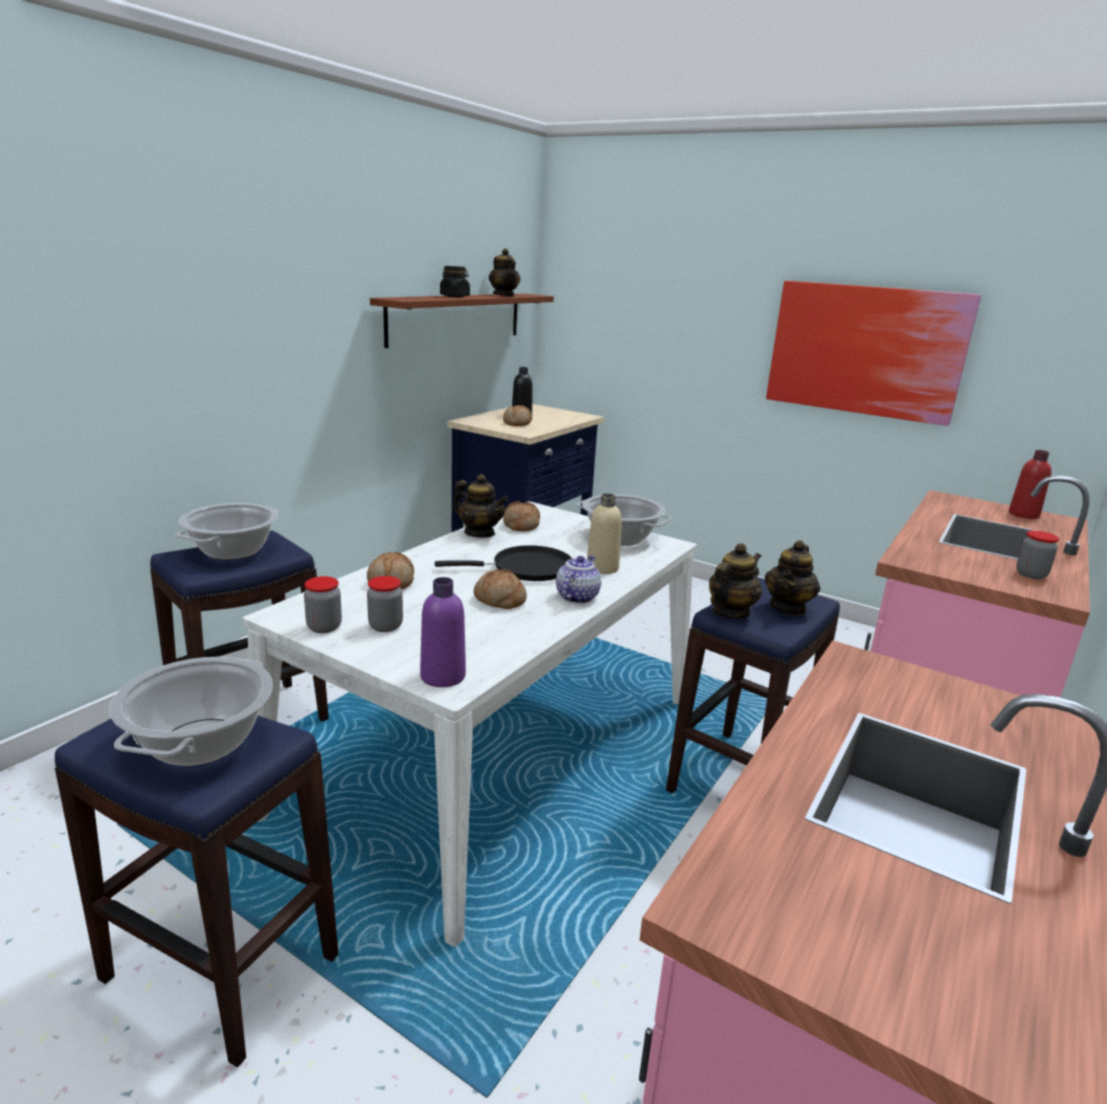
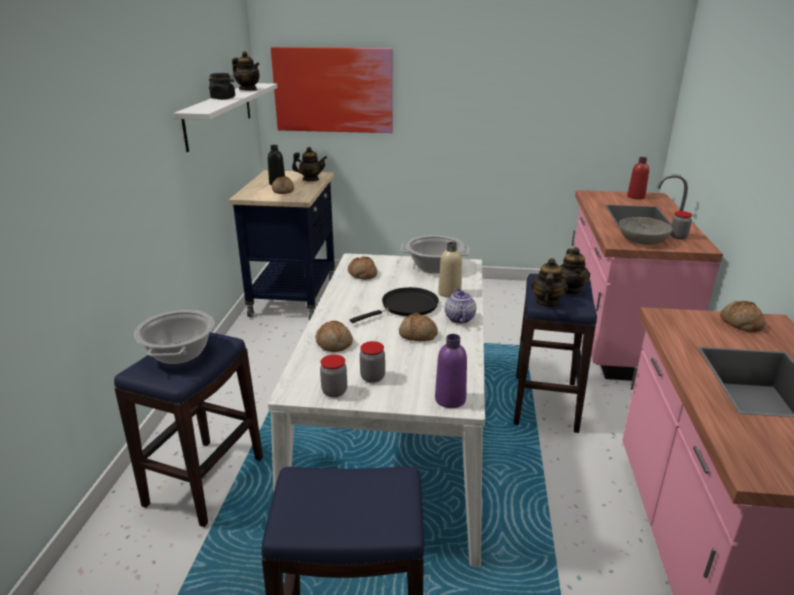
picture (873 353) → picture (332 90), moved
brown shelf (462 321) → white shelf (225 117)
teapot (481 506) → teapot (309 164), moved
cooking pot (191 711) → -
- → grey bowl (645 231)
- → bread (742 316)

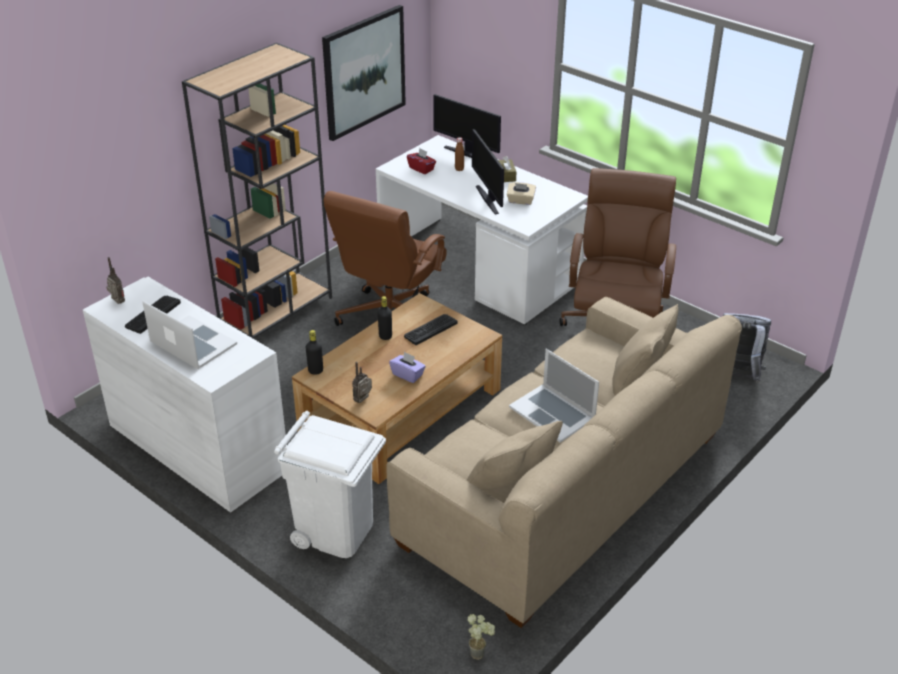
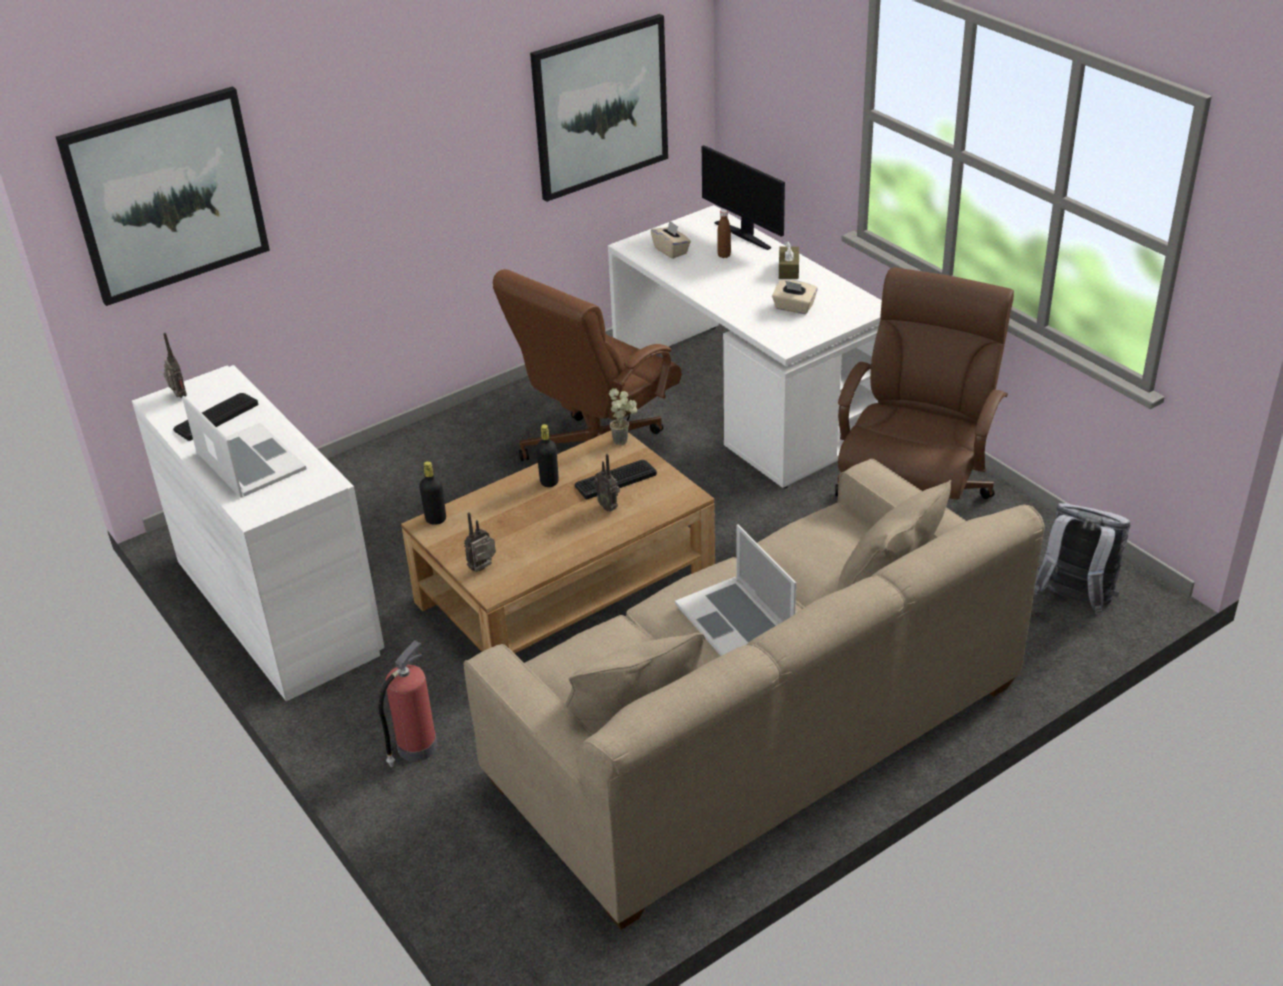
bookcase (257 191) → -
monitor (488 171) → -
red tissue box (421 161) → beige tissue box (671 240)
purple tissue box (407 367) → -
white trash can (330 484) → fire extinguisher (408 704)
potted plant (481 637) → potted plant (623 416), moved
- → picture (163 196)
- → radio (607 483)

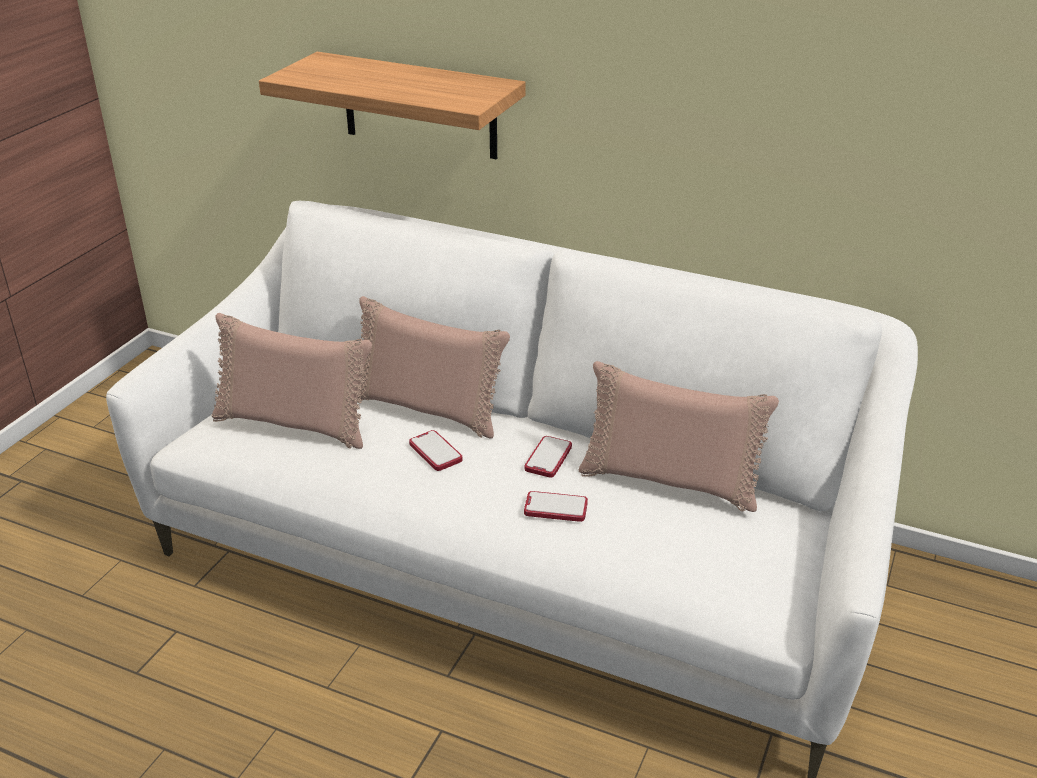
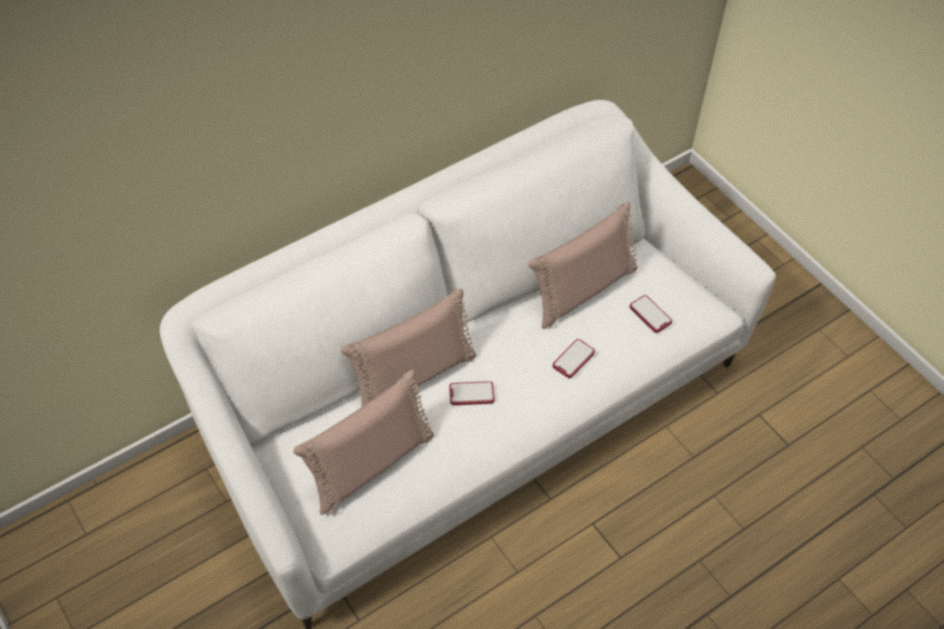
shelf (392 105) → -
phone (548 457) → phone (651 314), moved

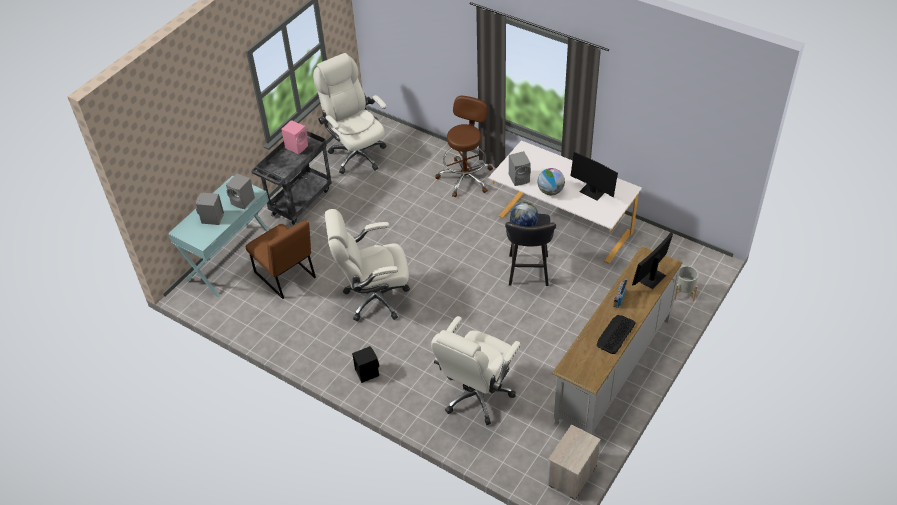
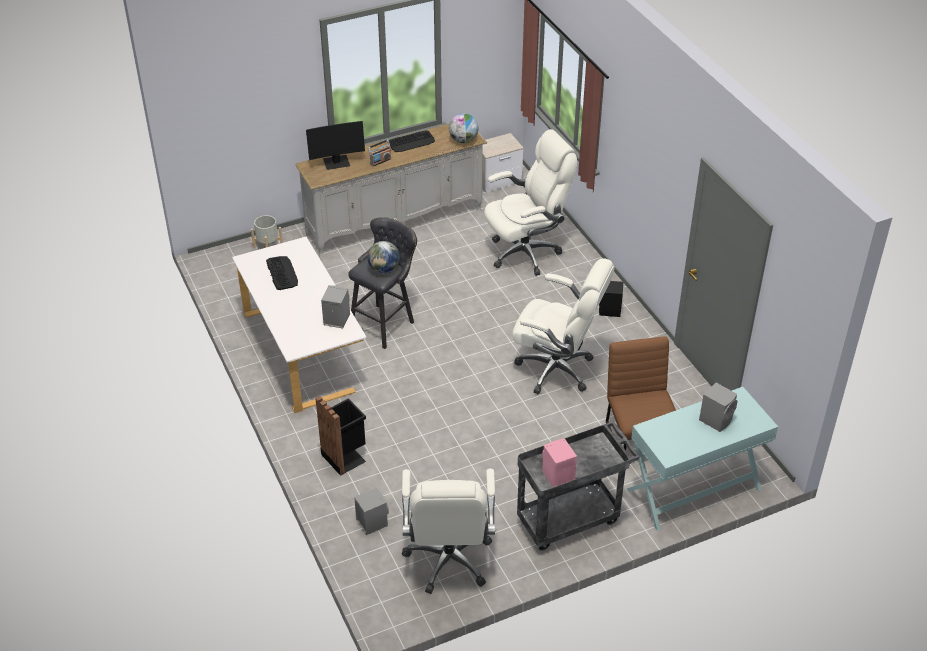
brown stool (464 146) → black trash can (340 436)
monitor (594 176) → keyboard (282 273)
globe (551 181) → globe (464 128), moved
grey speaker (240 191) → grey speaker (371 511), moved

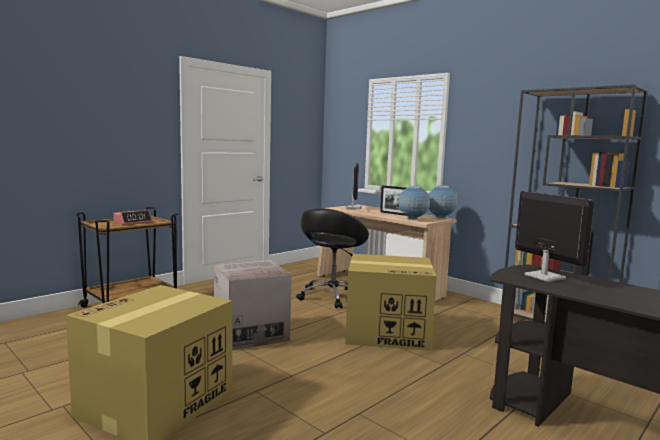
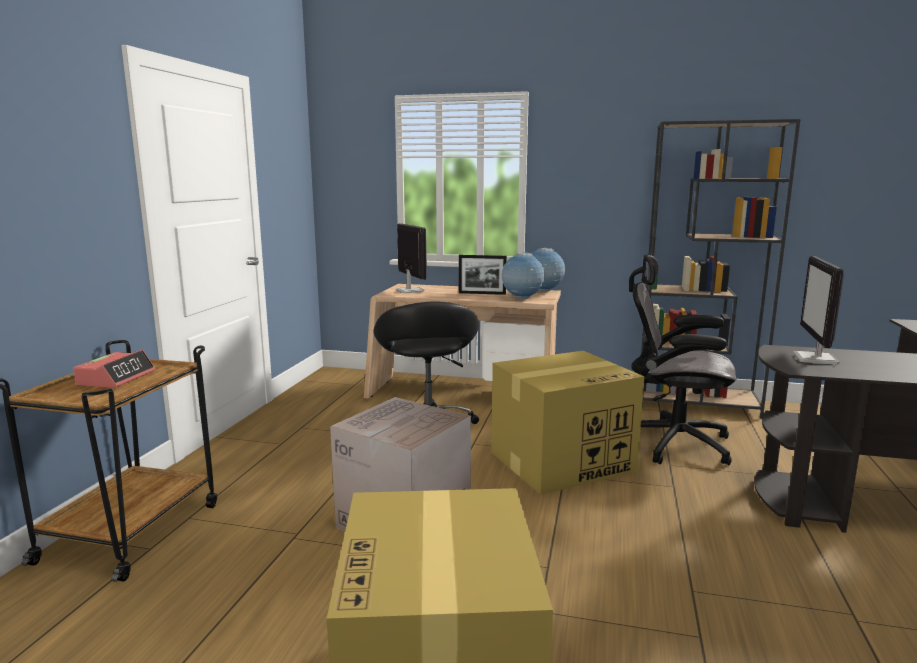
monitor (554 236) → monitor (818 310), 105 degrees counterclockwise
- → office chair (683 359)

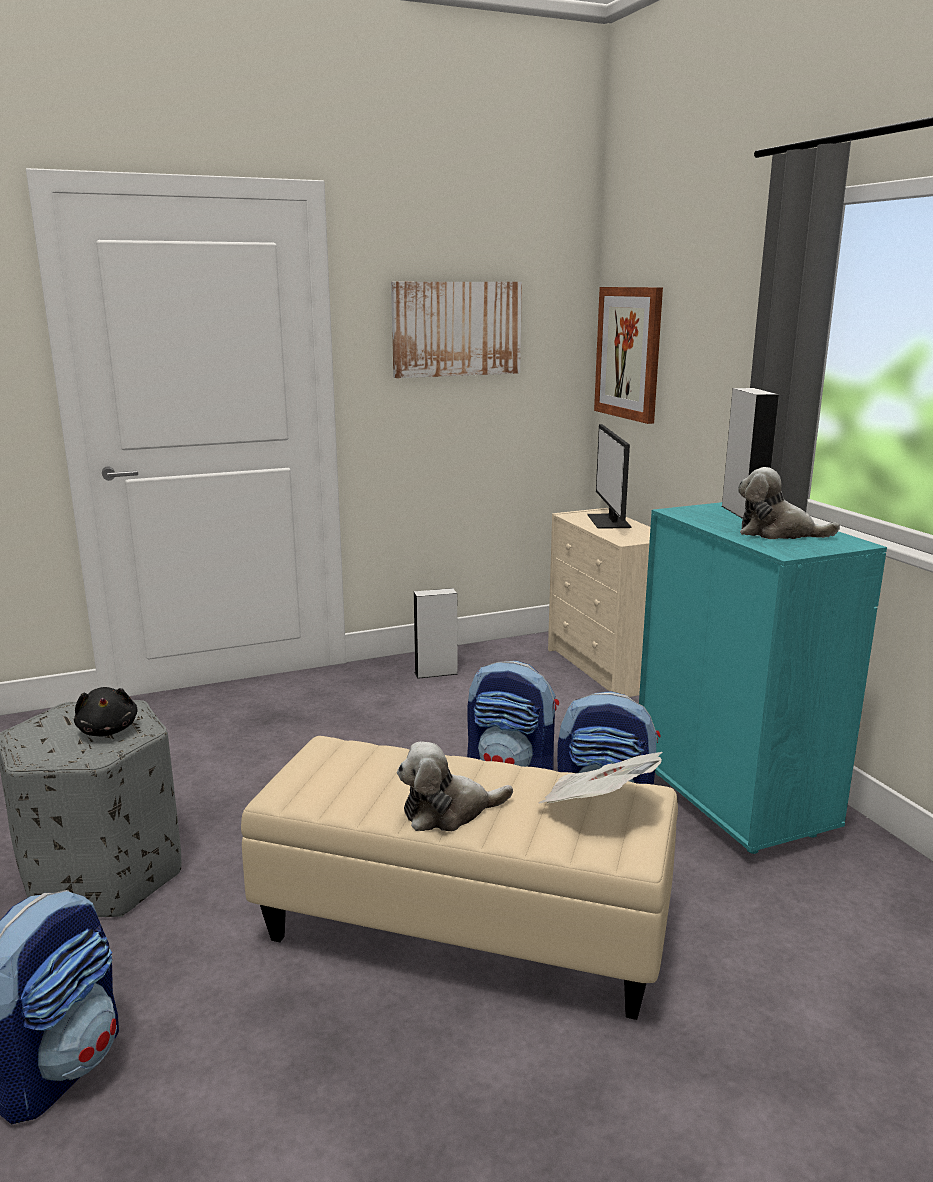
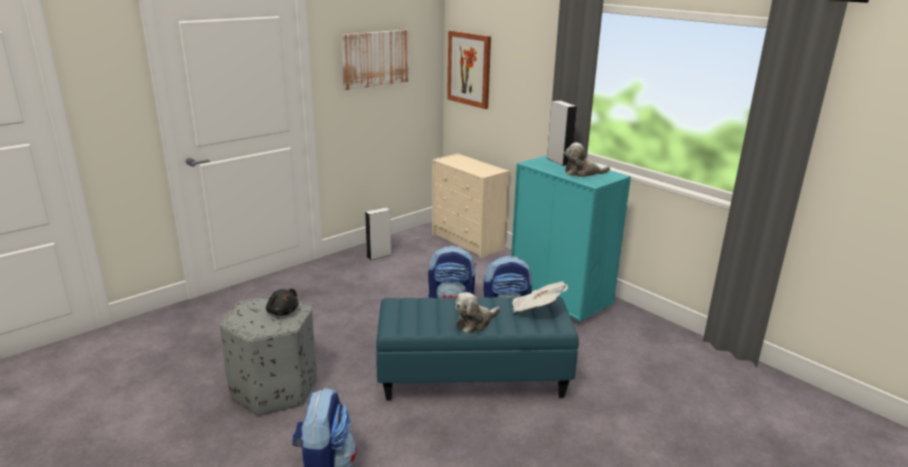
monitor (609 476) → -
beige ottoman (459 878) → blue ottoman (477 349)

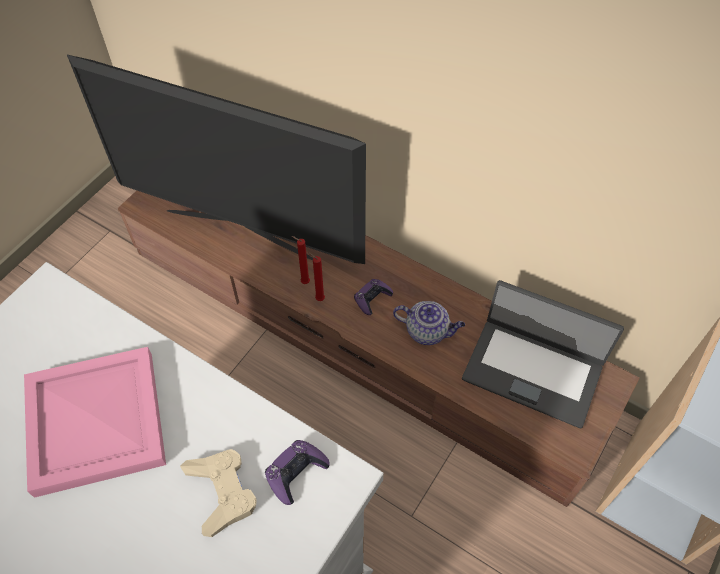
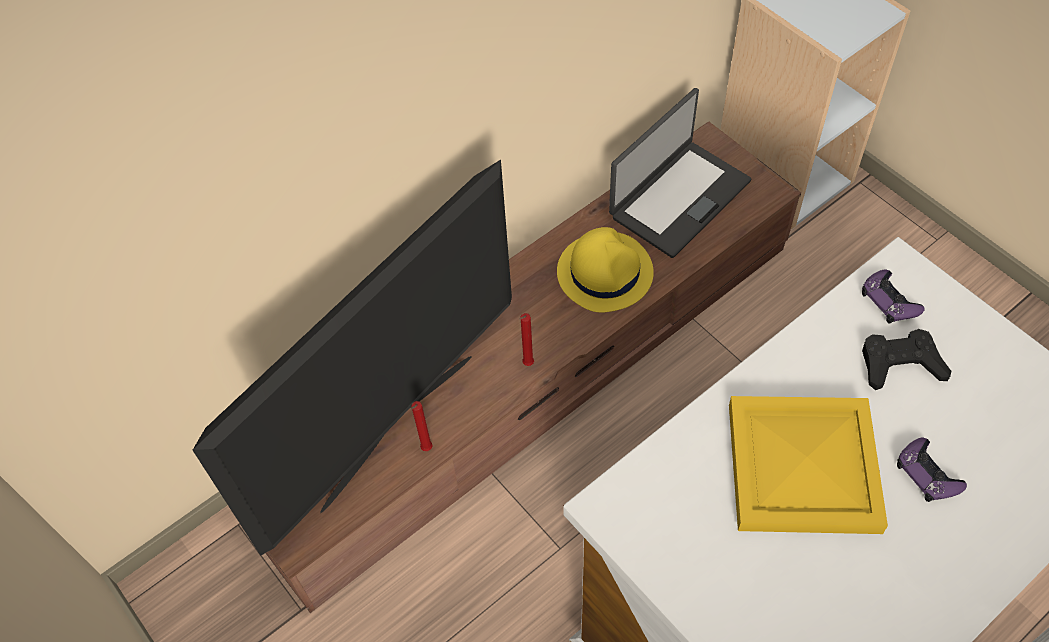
red candle (301 260) → red candle (422 426), moved
purple game controller (373 297) → purple game controller (932 469), moved
teapot (429 323) → yellow hat (605 270)
pink tray (95 422) → yellow tray (808 465)
beige game controller (218 493) → black game controller (906 359)

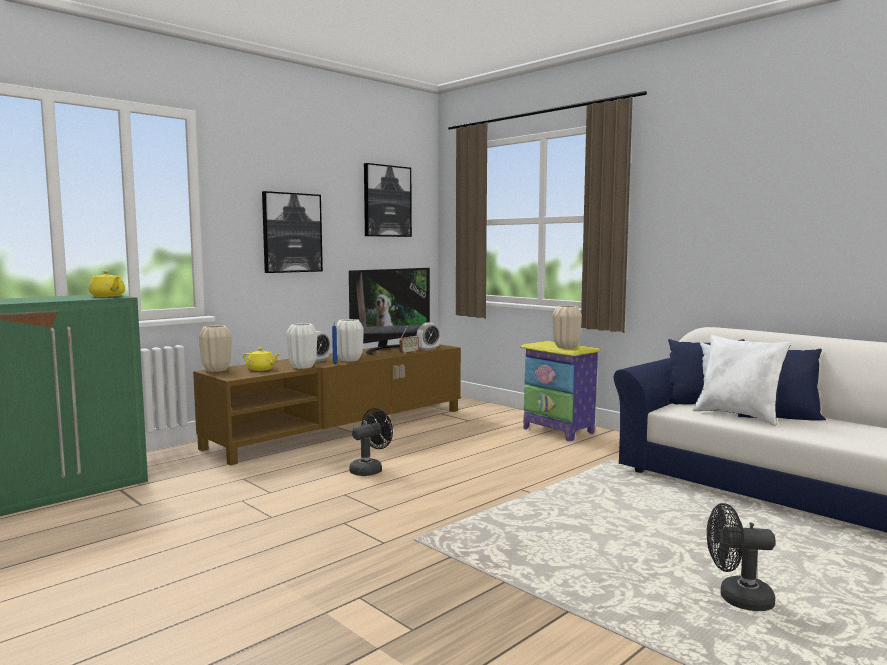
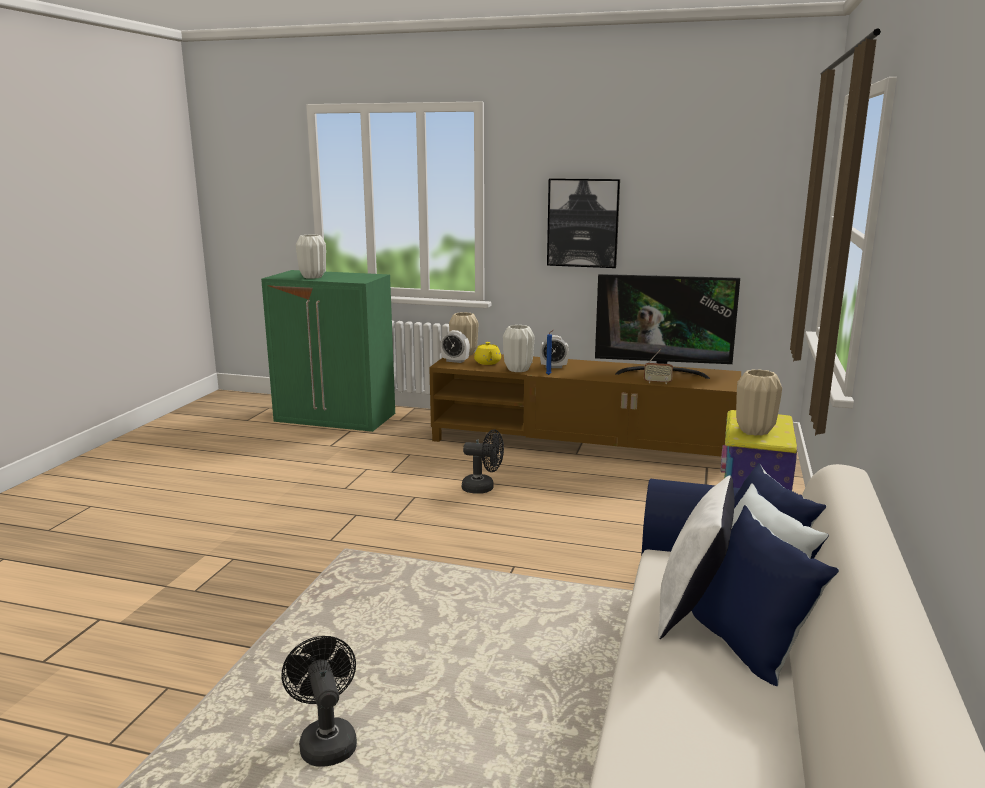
picture (388 200) → -
yellow teapot (107 284) → -
white vase (350 340) → white vase (311 256), moved
alarm clock (428 336) → alarm clock (455 346), moved

